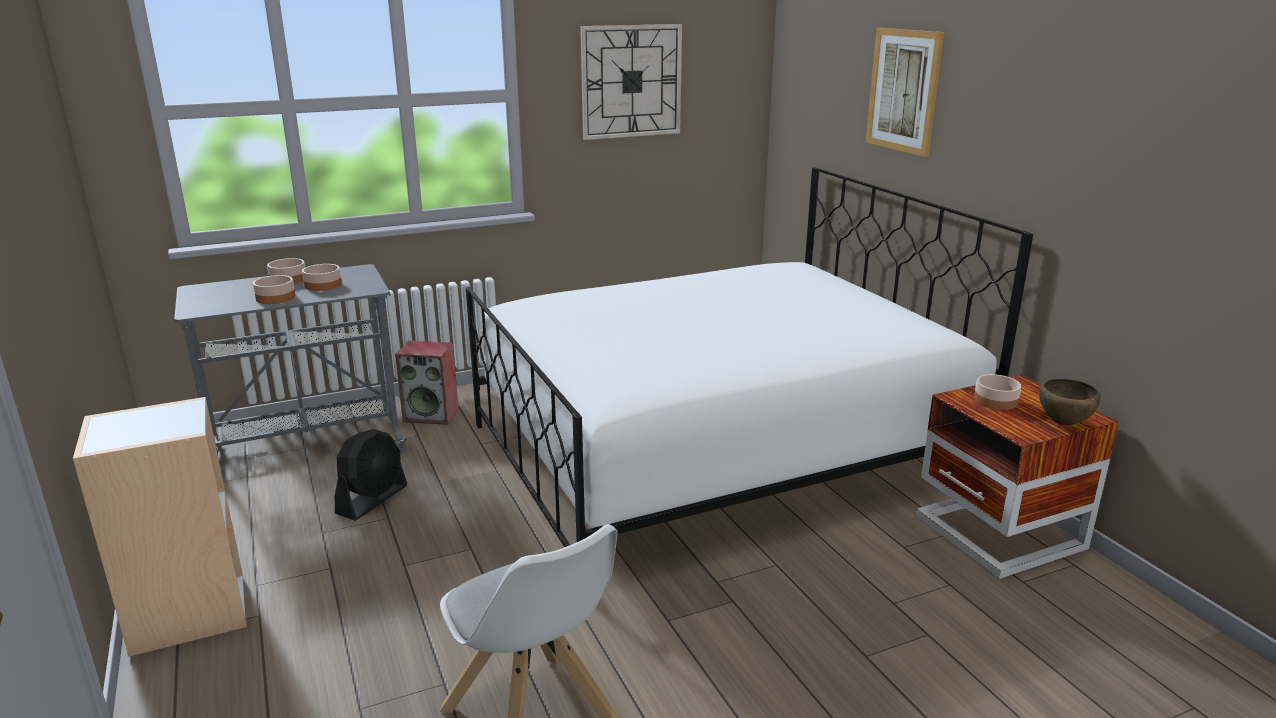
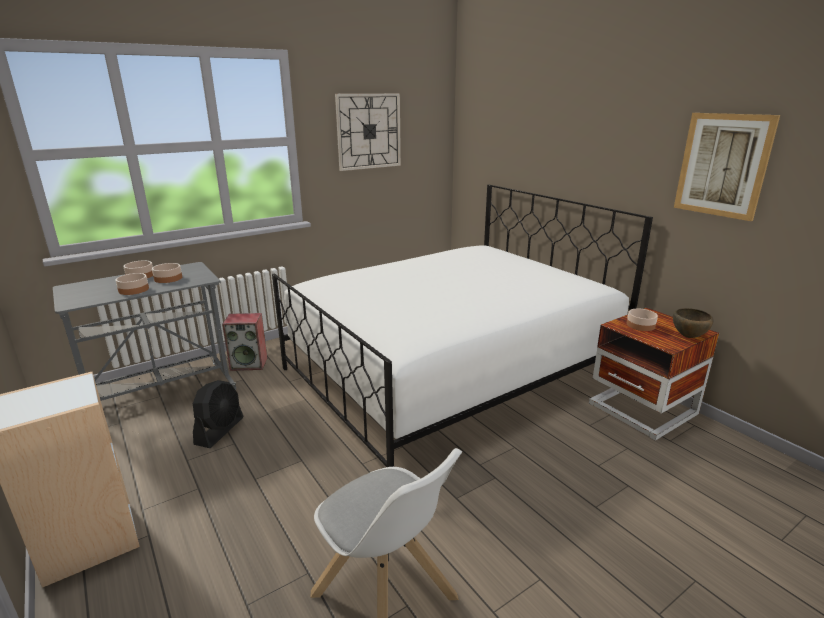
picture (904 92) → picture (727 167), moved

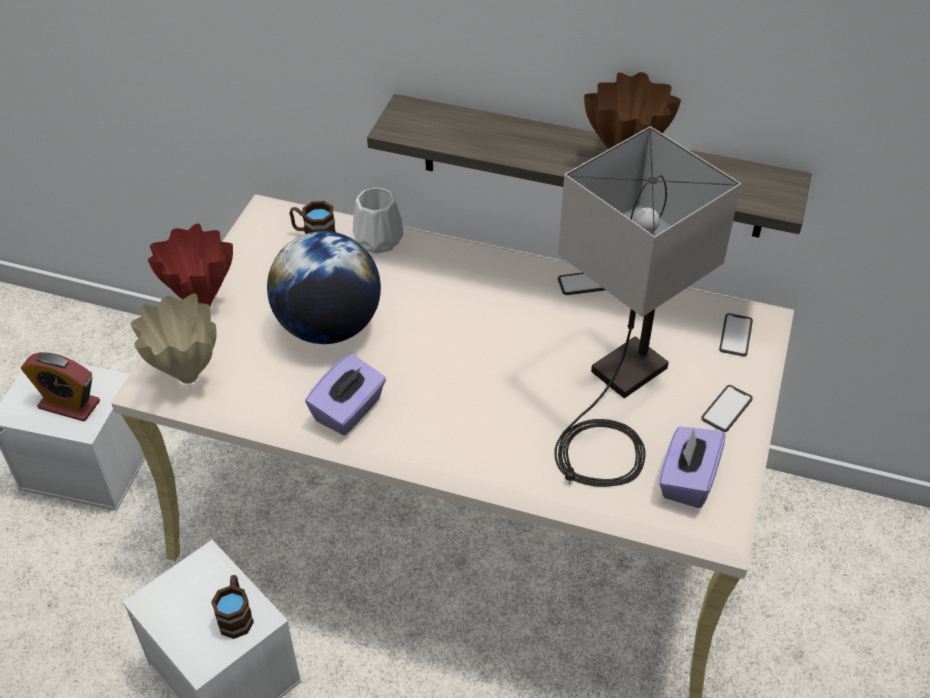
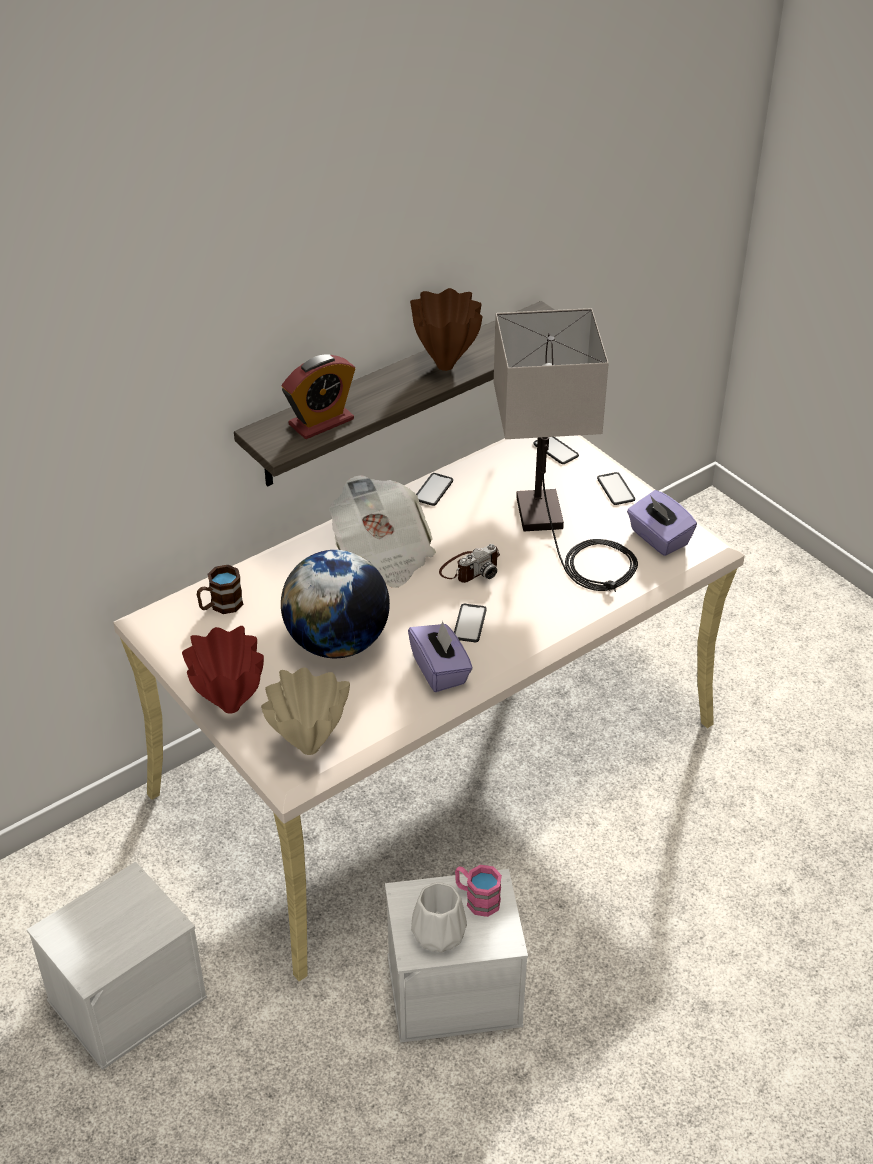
white vase (378 221) → white vase (439 917), moved
alarm clock (60 386) → alarm clock (318 397), moved
brown mug (232 607) → pink mug (478 891)
- → newspaper (382 531)
- → photo camera (469 563)
- → phone (470 623)

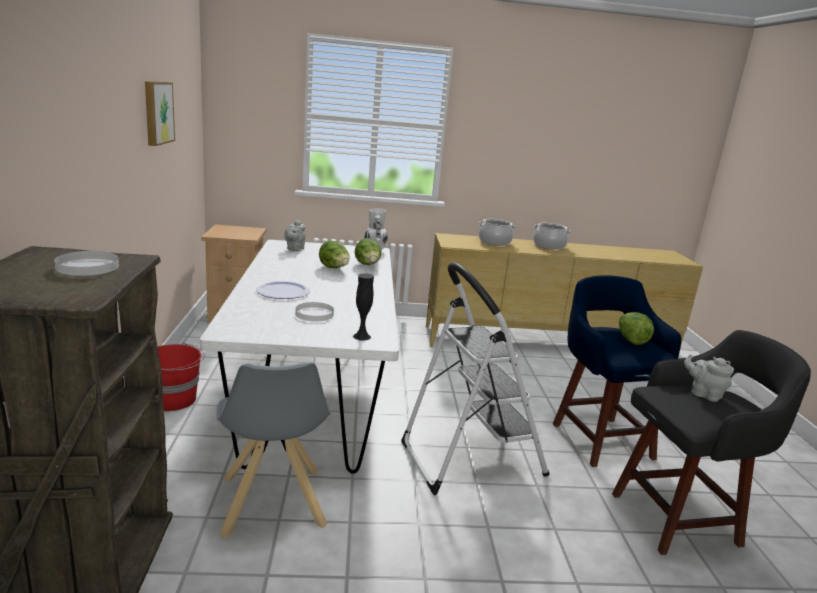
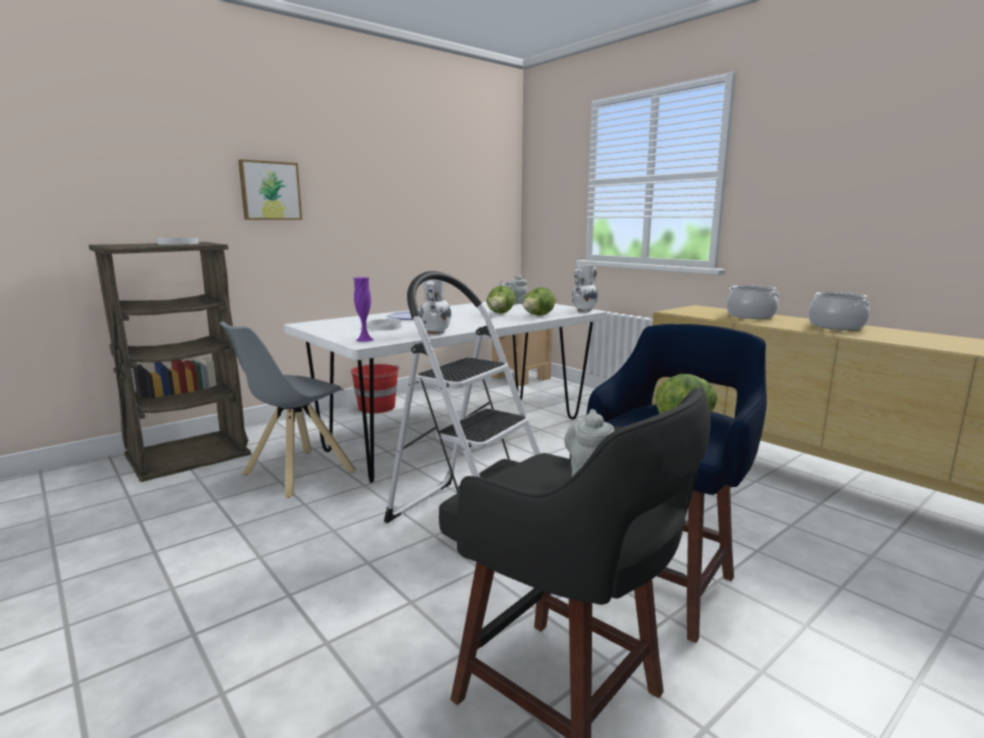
picture (160 113) → picture (270 189), moved
black vase (363 307) → purple vase (363 309)
- → white vase (435 306)

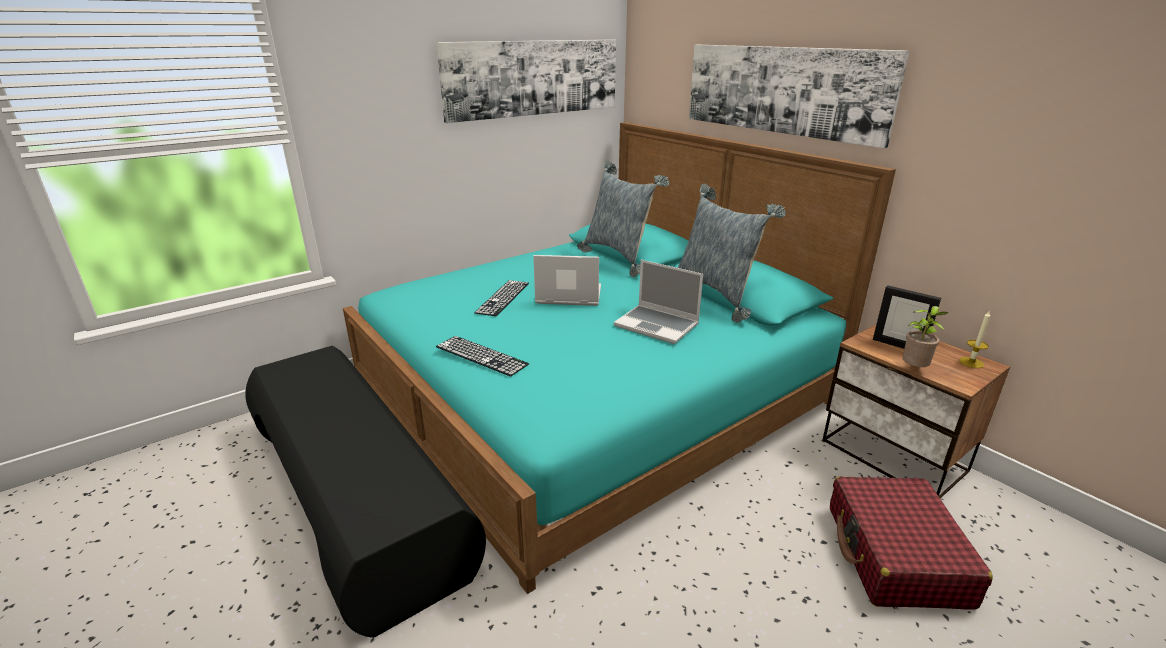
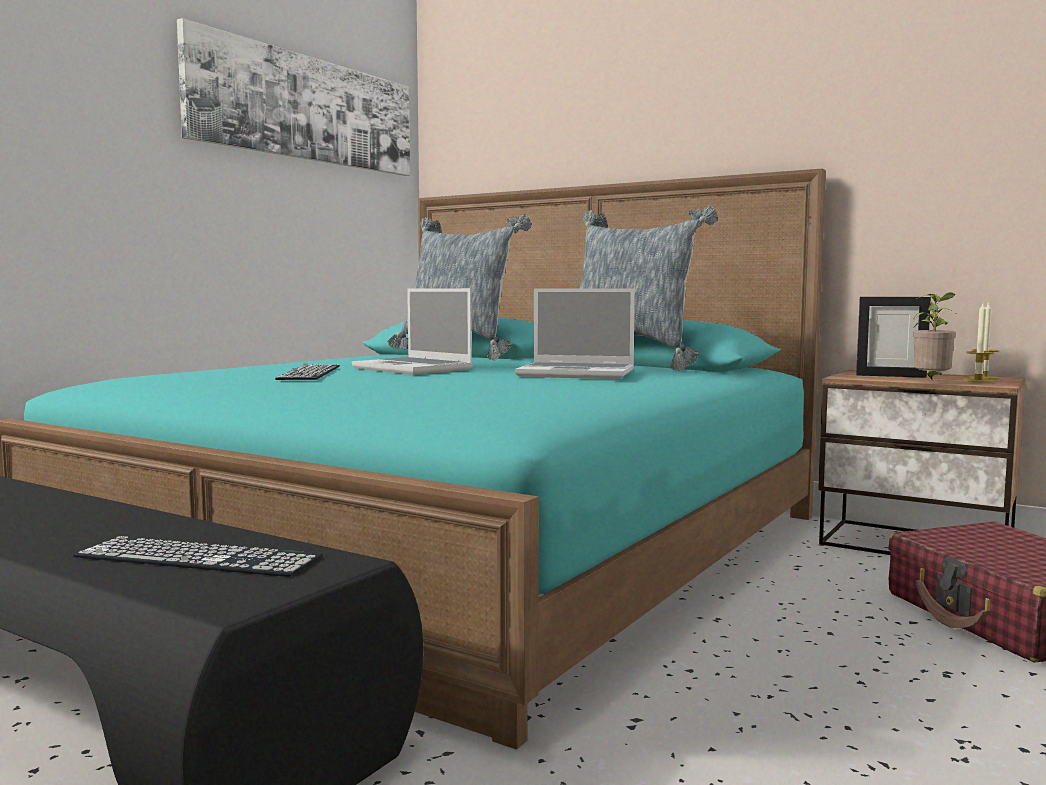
picture (799 97) → -
laptop (567 280) → laptop (412 331), 120 degrees counterclockwise
keyboard (482 356) → keyboard (198 556), moved
- → candle (978 343)

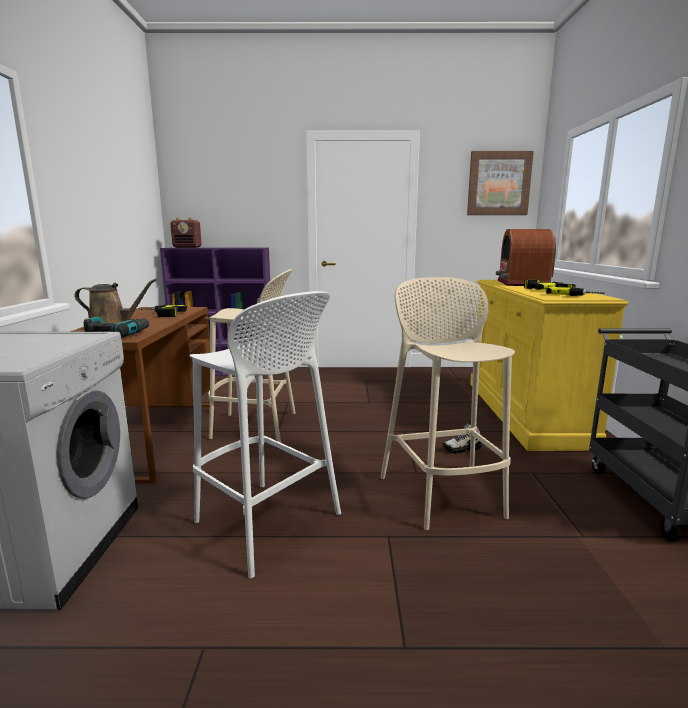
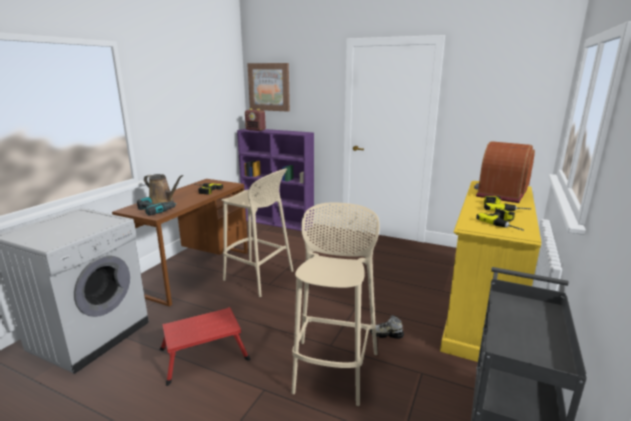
picture (500 183) → picture (268 87), moved
white stool (265 434) → red step ladder (205 346)

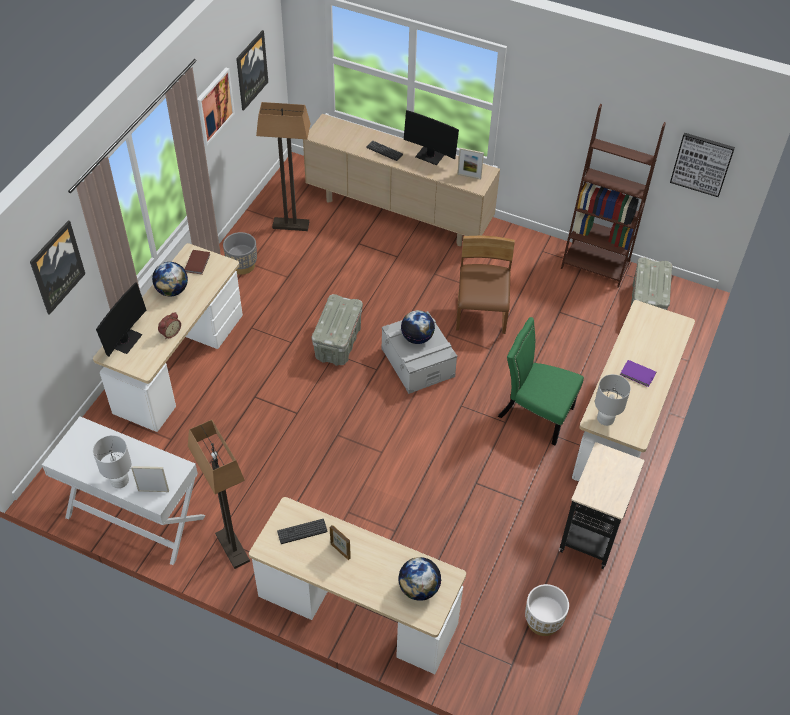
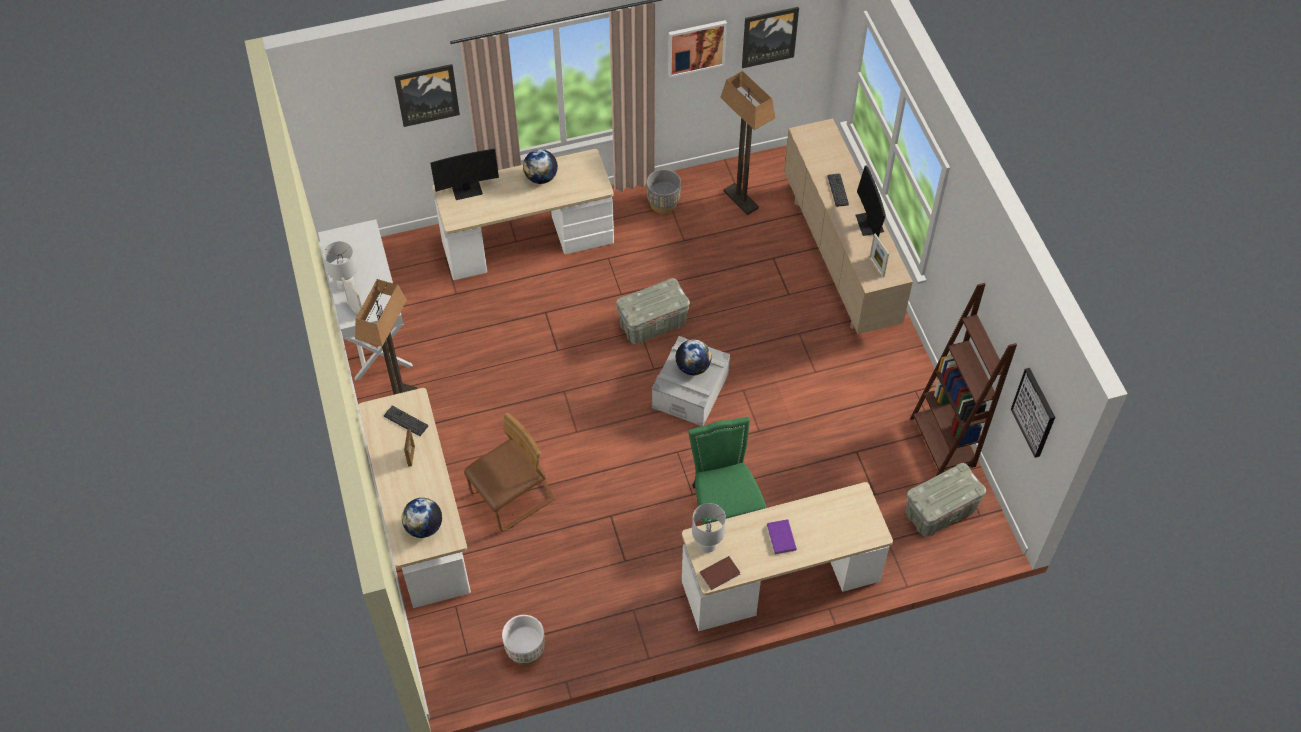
brown chair (485 285) → brown chair (509 472), moved
brown book (198 262) → brown book (720 573), moved
alarm clock (169 325) → -
cart (602 505) → -

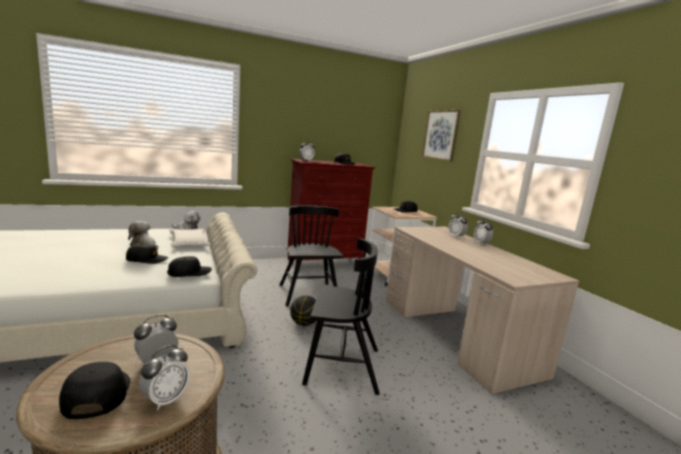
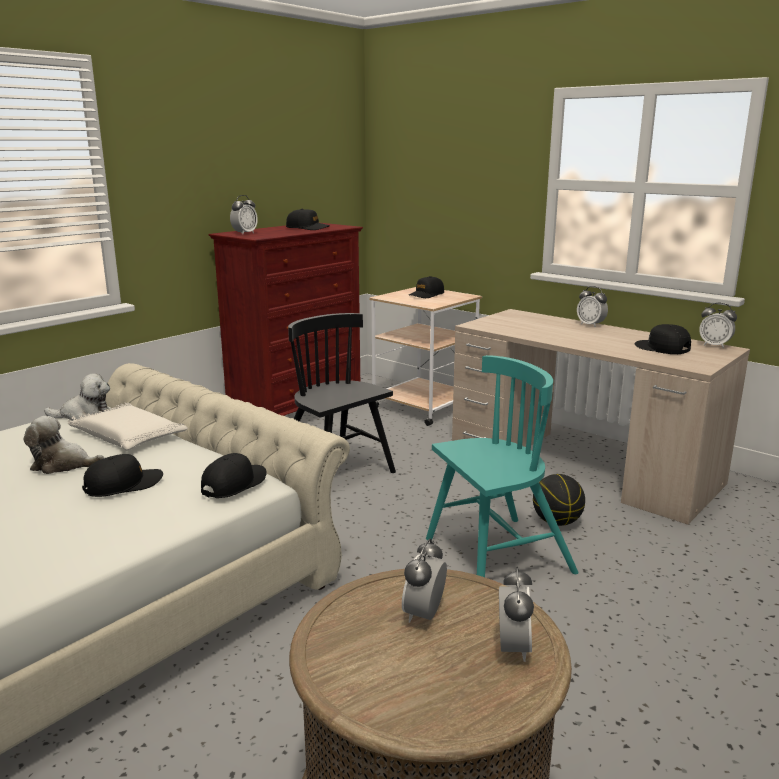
picture (441 135) → -
alarm clock (458 224) → alarm clock (718 325), moved
black chair (341 316) → turquoise chair (502 466)
basketball (303 310) → basketball (559 500), moved
black cap (94 390) → black cap (662 339), moved

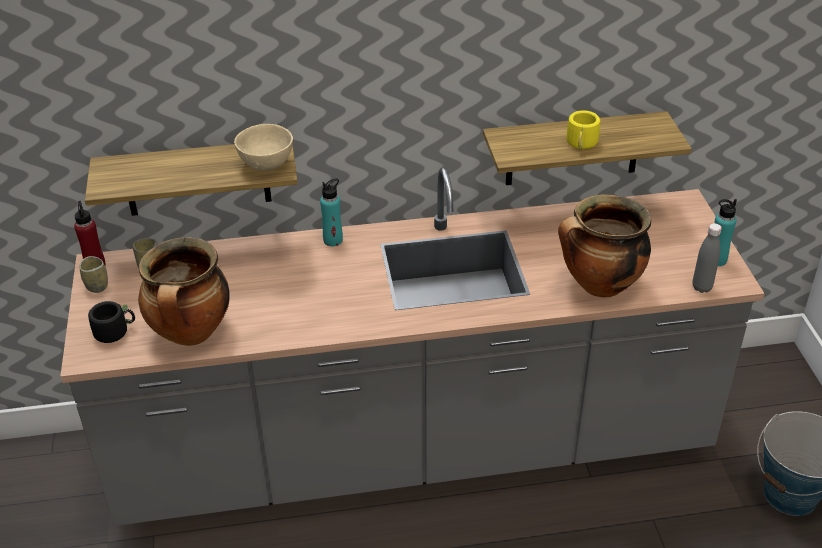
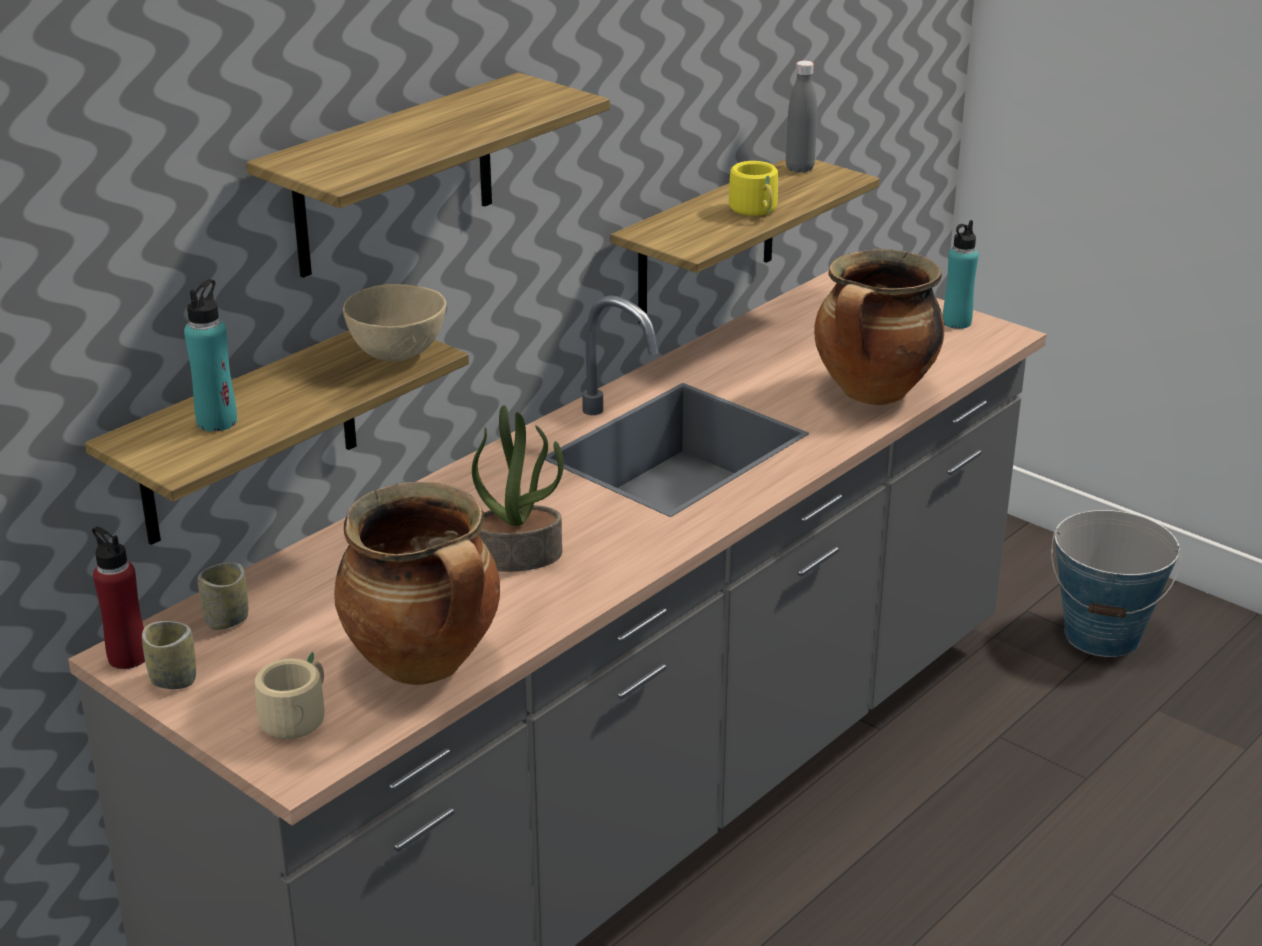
turquoise bottle (331 212) → turquoise bottle (210 355), moved
grey bottle (707 258) → grey bottle (801 116), moved
black mug (111 322) → beige mug (281 695)
- → shelf (428 175)
- → potted plant (518 488)

